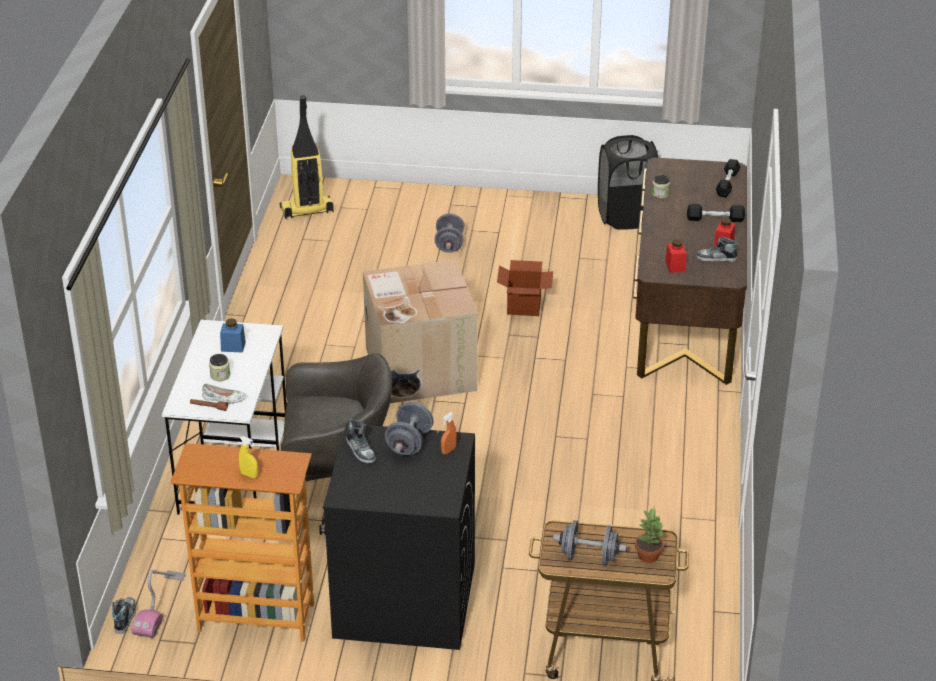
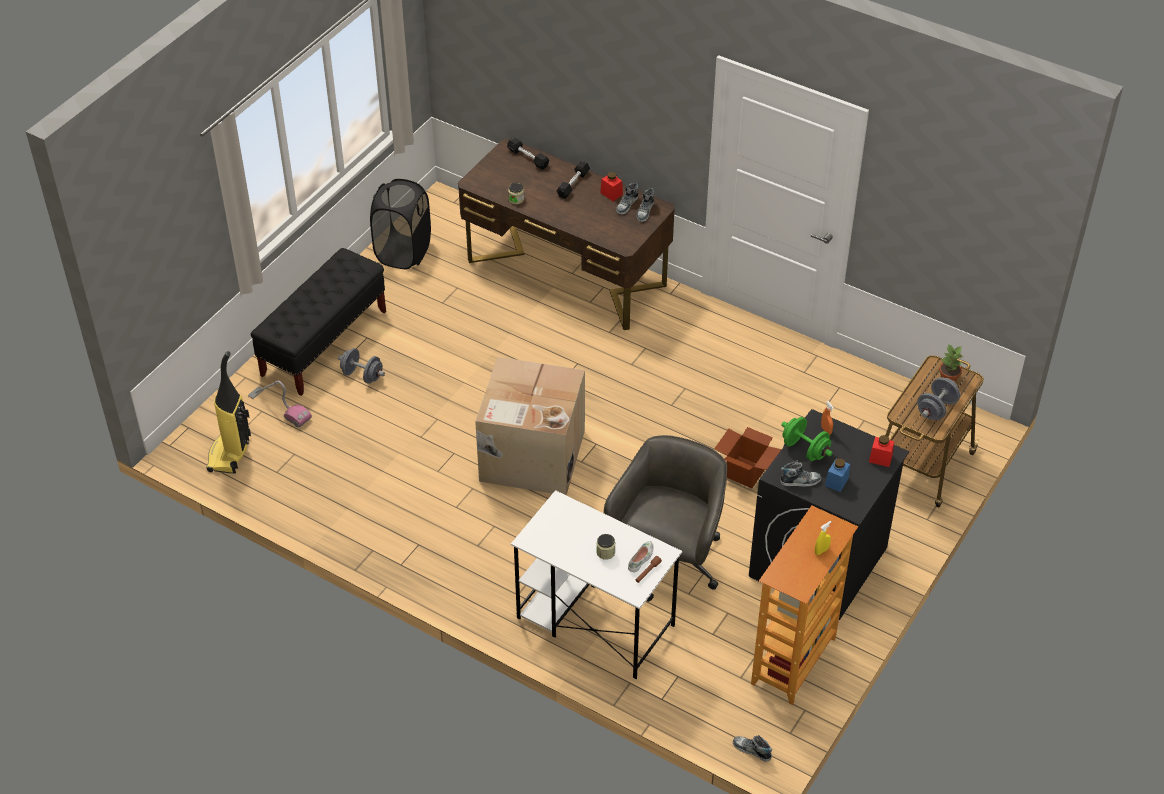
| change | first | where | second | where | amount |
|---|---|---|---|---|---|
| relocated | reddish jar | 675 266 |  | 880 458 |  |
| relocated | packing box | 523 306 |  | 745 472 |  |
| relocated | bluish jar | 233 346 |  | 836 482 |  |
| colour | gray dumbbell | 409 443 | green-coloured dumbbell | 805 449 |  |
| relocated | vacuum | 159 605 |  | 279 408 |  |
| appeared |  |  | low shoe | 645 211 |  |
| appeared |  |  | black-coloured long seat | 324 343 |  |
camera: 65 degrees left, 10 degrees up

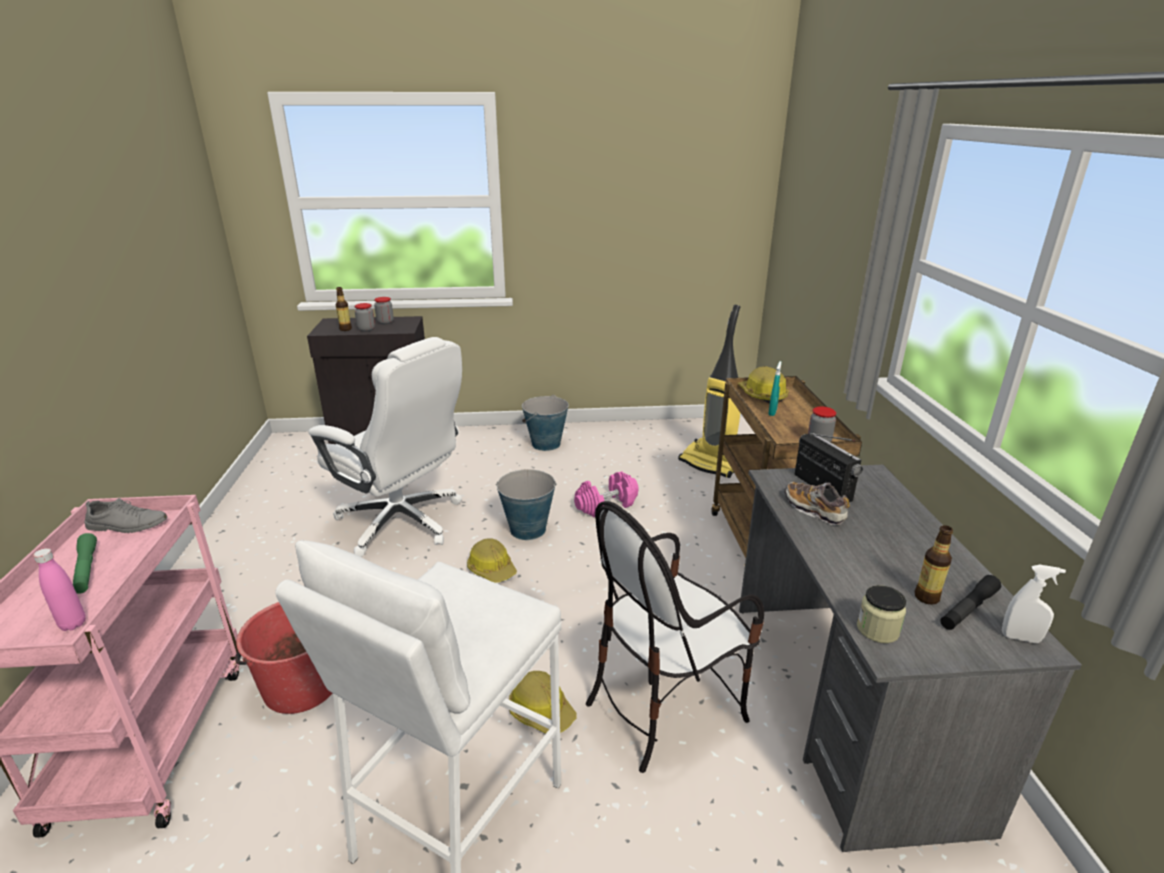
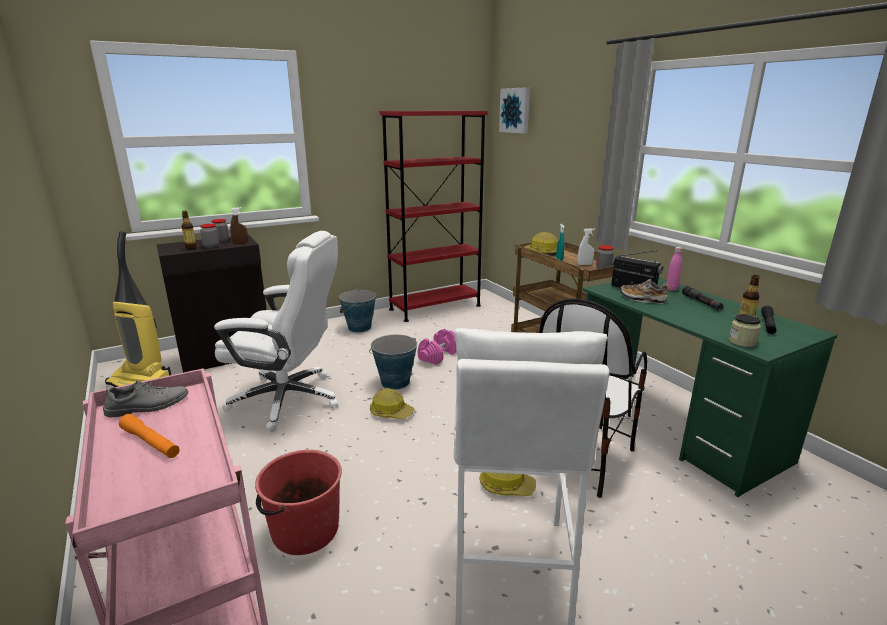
| change | first | where | second | where | amount |
|---|---|---|---|---|---|
| relocated | vacuum | 712 463 |  | 141 381 |  |
| colour | gray desk | 845 705 | green-coloured desk | 674 426 |  |
| colour | green-coloured hand torch | 86 569 | orange hand torch | 150 442 |  |
| relocated | pinkish bottle | 73 624 |  | 671 289 |  |
| relocated | white hand sprayer | 1020 638 |  | 584 264 |  |
| appeared |  |  | wall art | 515 110 |  |
| appeared |  |  | reddish bookshelf | 435 307 |  |
| appeared |  |  | brown-coloured hand sprayer | 240 243 |  |
| appeared |  |  | black-coloured hand torch | 701 303 |  |
camera: 25 degrees left, 5 degrees down

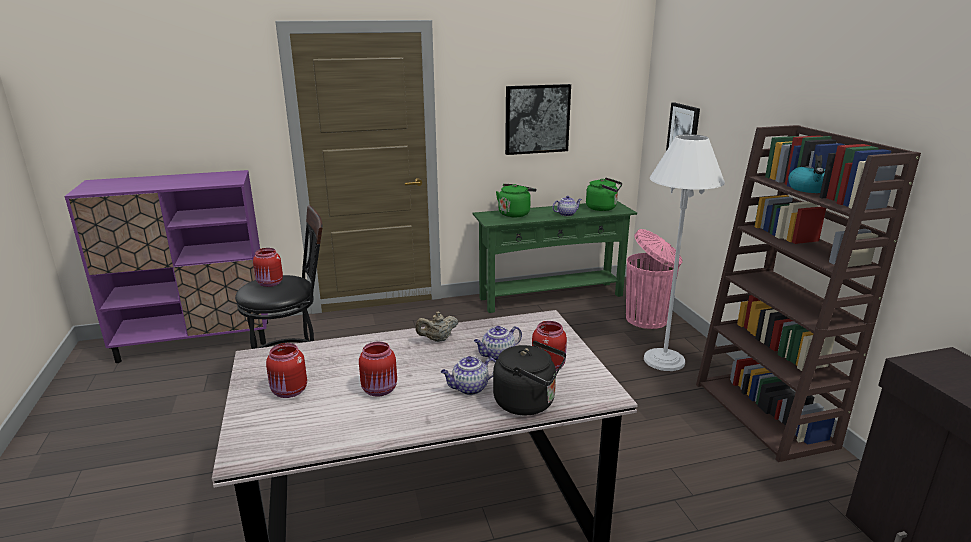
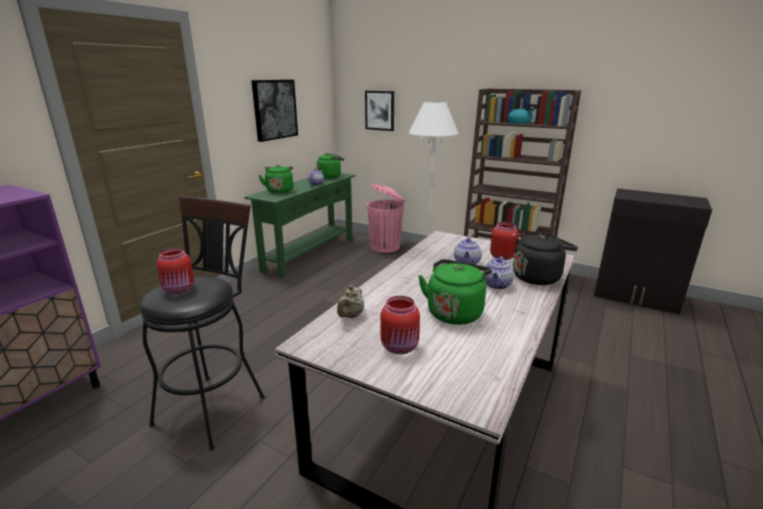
| change | first | where | second | where | amount |
|---|---|---|---|---|---|
| relocated | beige tea pot | 437 339 |  | 351 316 |  |
| exchanged | reddish jar | 380 390 | green-coloured water kettle | 455 312 |  |
camera: 45 degrees left, 0 degrees up

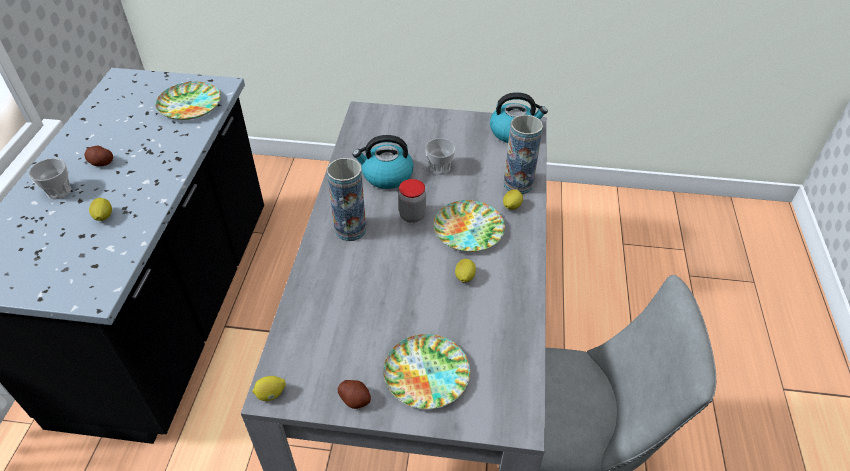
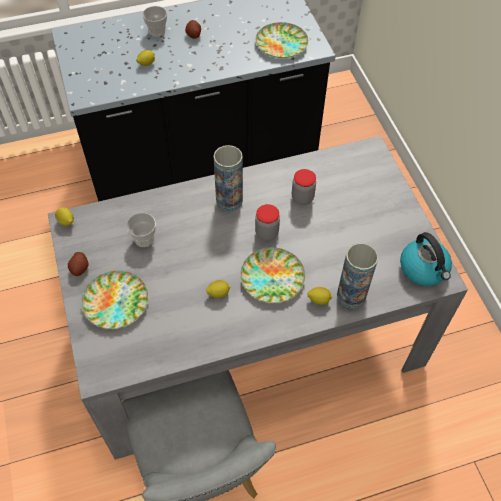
| change | first | where | second | where | amount |
|---|---|---|---|---|---|
| exchanged | water kettle | 386 175 | jar | 302 198 |  |
| relocated | cup | 440 168 |  | 144 239 |  |
camera: 65 degrees right, 10 degrees up

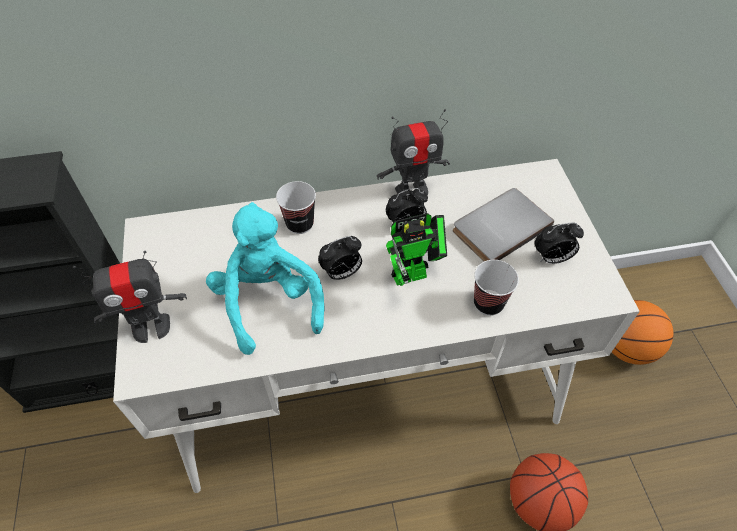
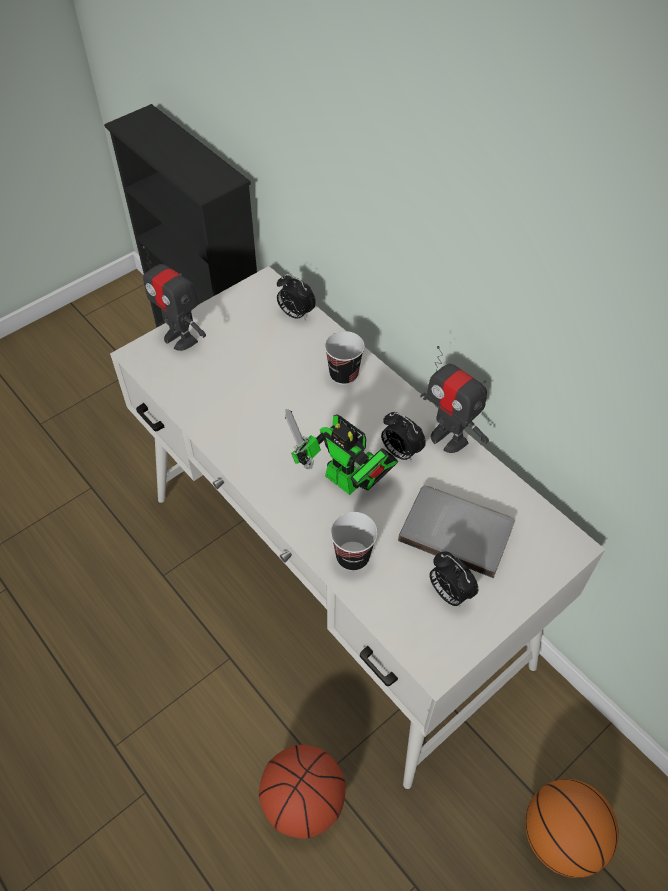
| change | first | where | second | where | amount |
|---|---|---|---|---|---|
| missing | turquoise soft toy | 269 302 |  |  |  |
| relocated | bedside clock | 341 273 |  | 295 314 |  |
camera: 60 degrees right, 0 degrees up

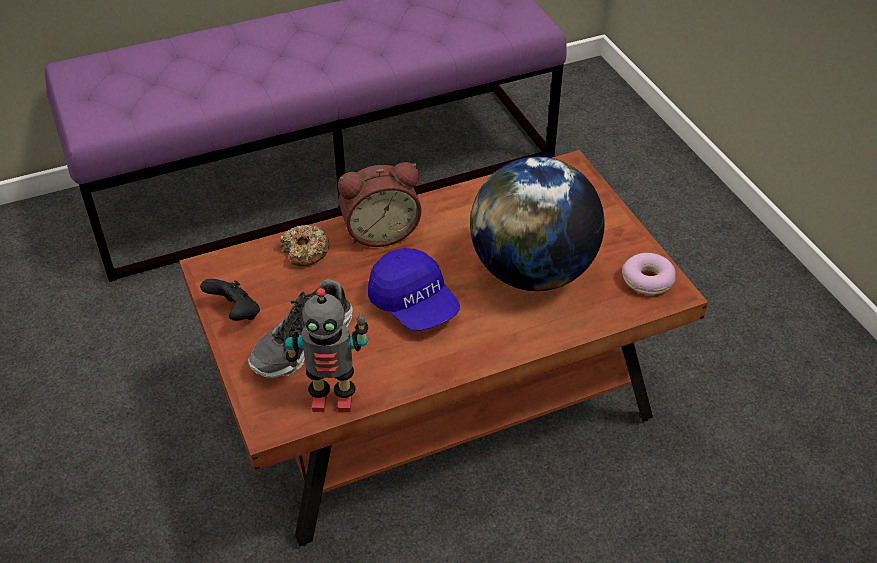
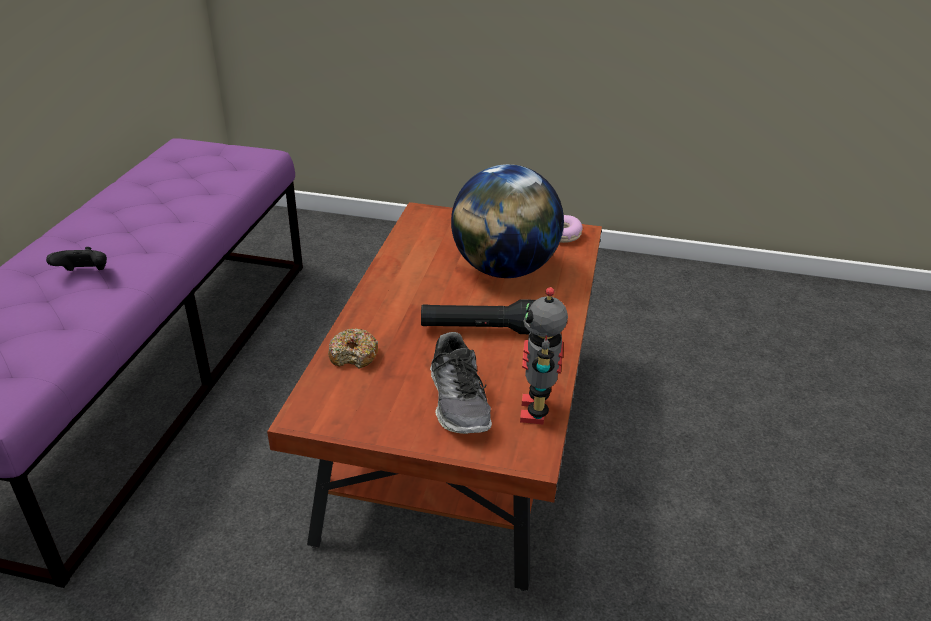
| change | first | where | second | where | amount |
|---|---|---|---|---|---|
| missing | bedside clock | 380 231 |  |  |  |
| exchanged | bluish peaked cap | 414 304 | black-coloured hand torch | 478 330 |  |
| relocated | black-coloured game controller | 235 313 |  | 84 274 |  |
| spun | model robot | 332 399 |  | 536 411 | 150 degrees clockwise |
camera: 55 degrees left, 10 degrees down

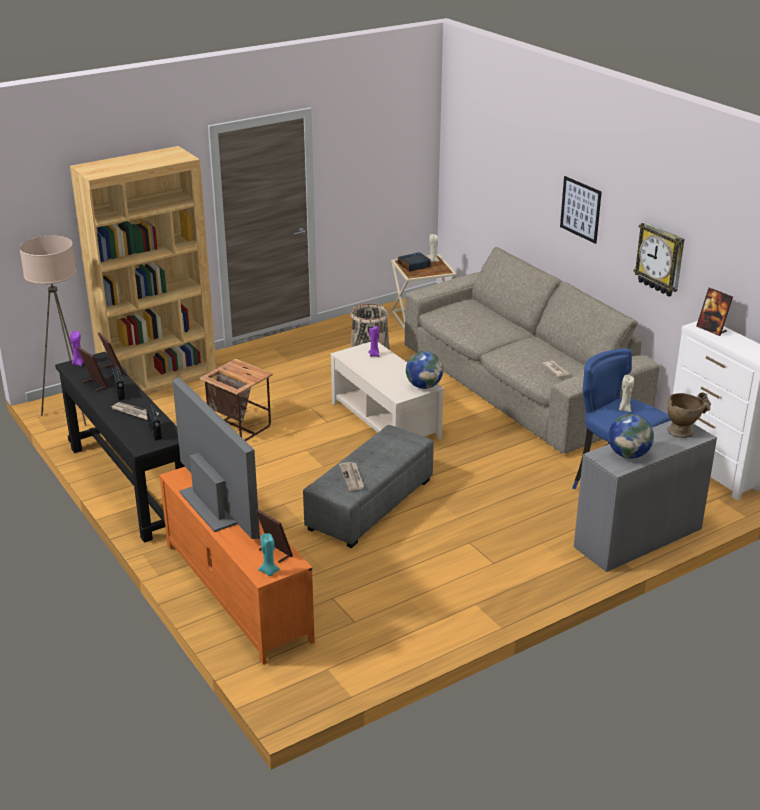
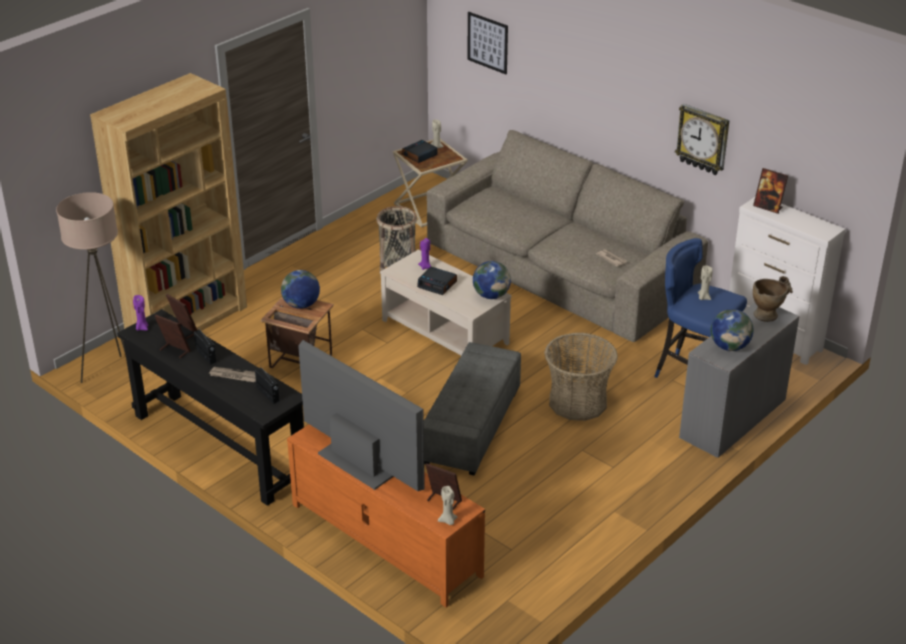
| change | first | where | second | where | amount |
|---|---|---|---|---|---|
| relocated | wall art | 580 209 |  | 487 42 |  |
| missing | newspaper | 352 477 |  |  |  |
| colour | turquoise wax candle | 269 572 | beige wax candle | 448 521 |  |
| appeared |  |  | bedside clock | 437 284 |  |
| appeared |  |  | globe | 301 305 |  |
| appeared |  |  | storage basket | 578 402 |  |
camera: 15 degrees left, 5 degrees up

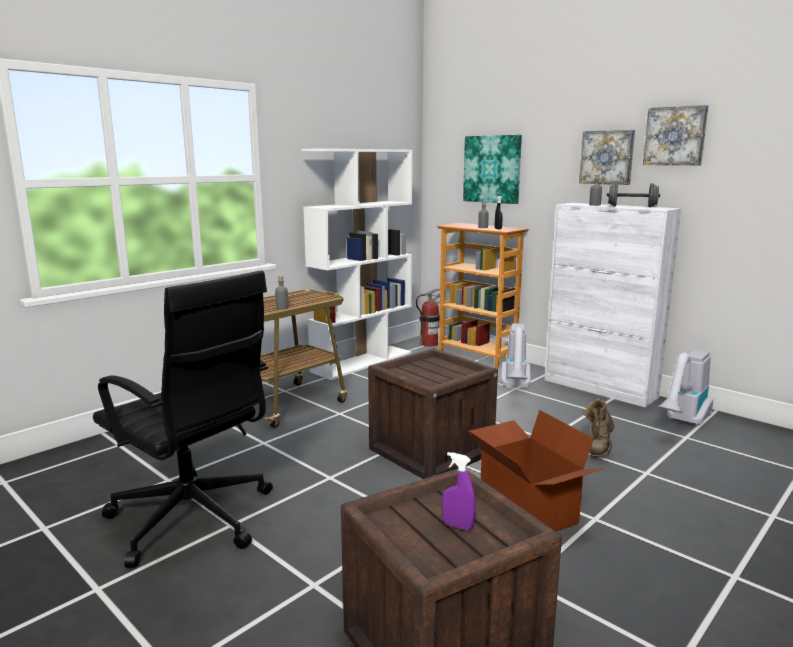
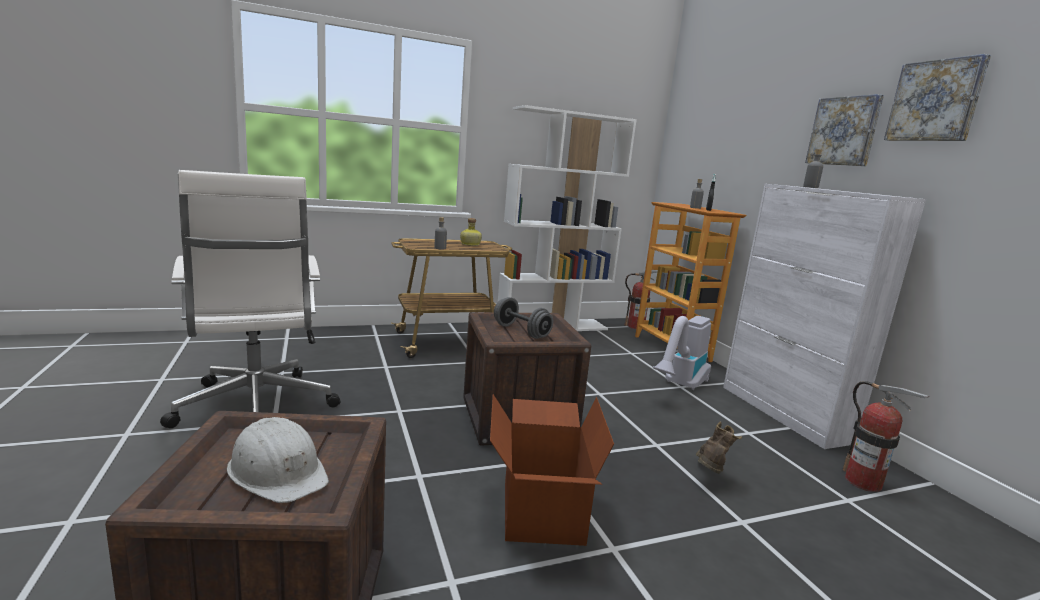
| change | first | where | second | where | amount |
|---|---|---|---|---|---|
| missing | wall art | 492 169 |  |  |  |
| relocated | gray dumbbell | 631 206 |  | 521 331 |  |
| colour | black-coloured office chair | 194 520 | white office chair | 255 408 |  |
| exchanged | vacuum | 683 422 | fire extinguisher | 863 482 |  |
| spun | brown-coloured boot | 598 448 |  | 709 474 | 150 degrees clockwise |
| exchanged | purple-coloured hand sprayer | 457 526 | white hard hat | 278 471 |  |
| appeared |  |  | bottle | 469 244 |  |
camera: 25 degrees right, 0 degrees up

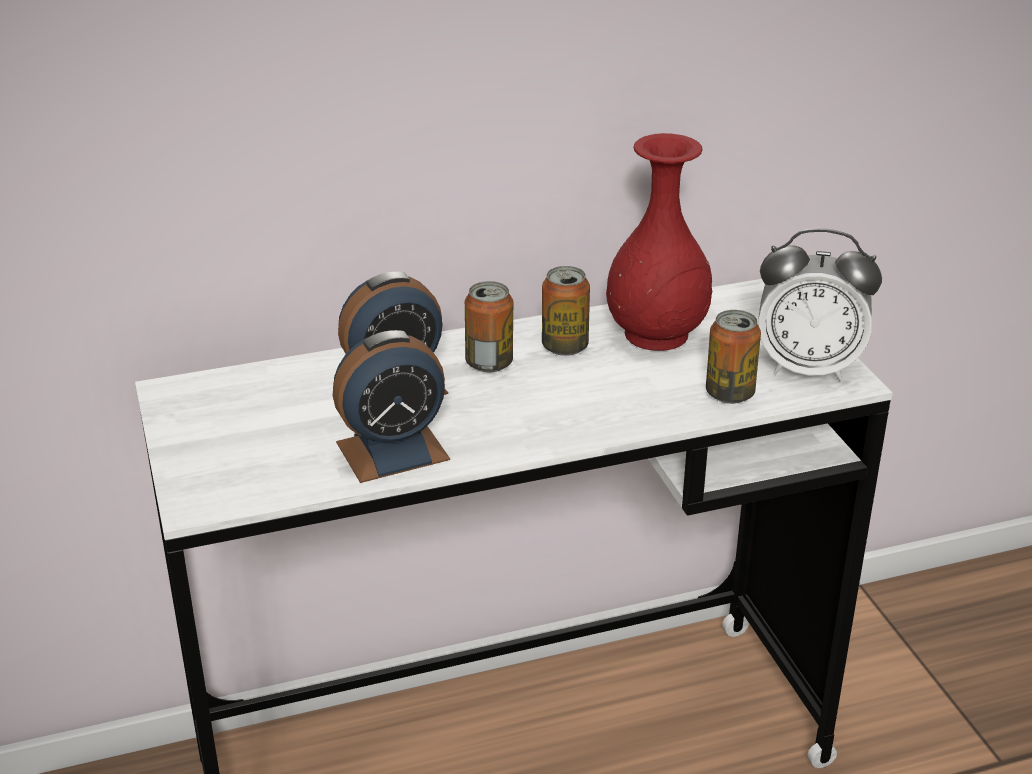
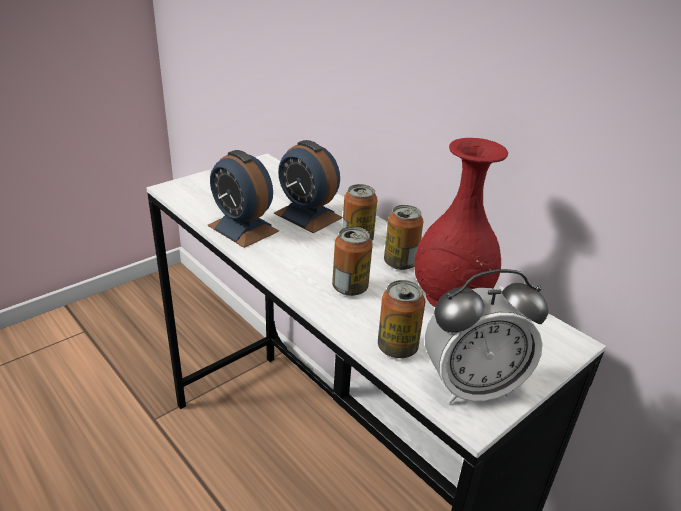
| change | first | where | second | where | amount |
|---|---|---|---|---|---|
| spun | bedside clock | 808 368 |  | 472 387 | 90 degrees counterclockwise |
| appeared |  |  | can | 350 288 |  |
camera: 65 degrees right, 0 degrees up

